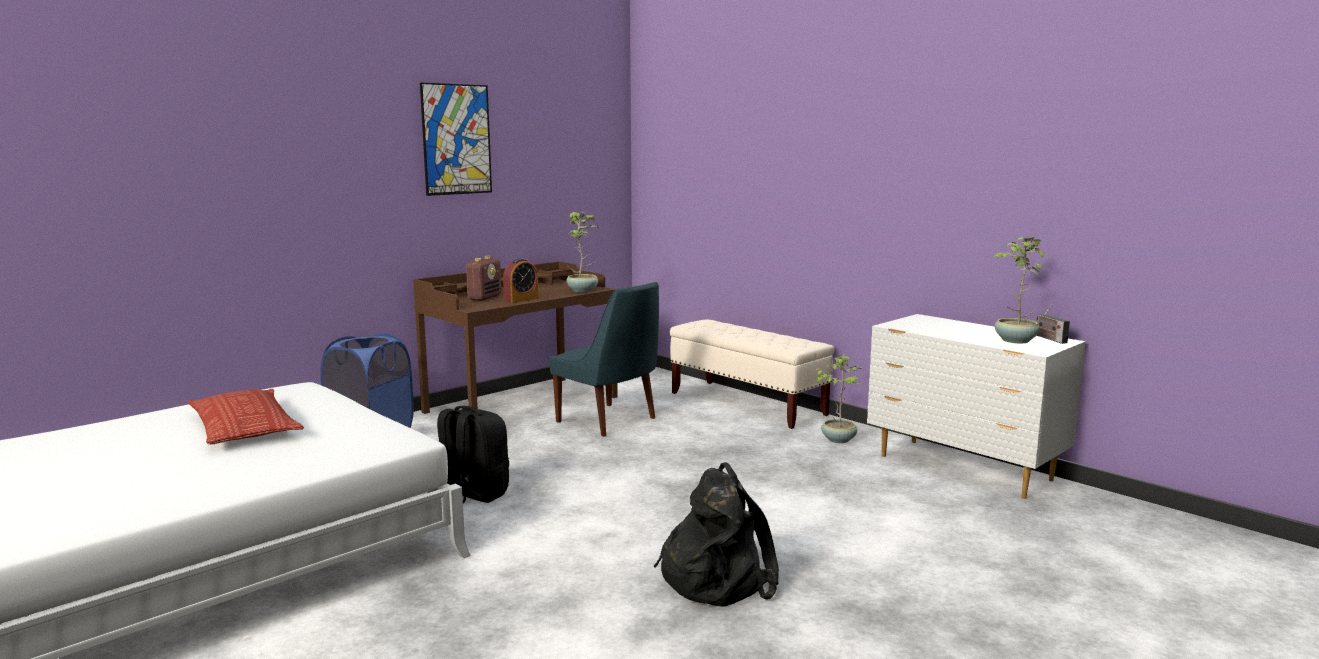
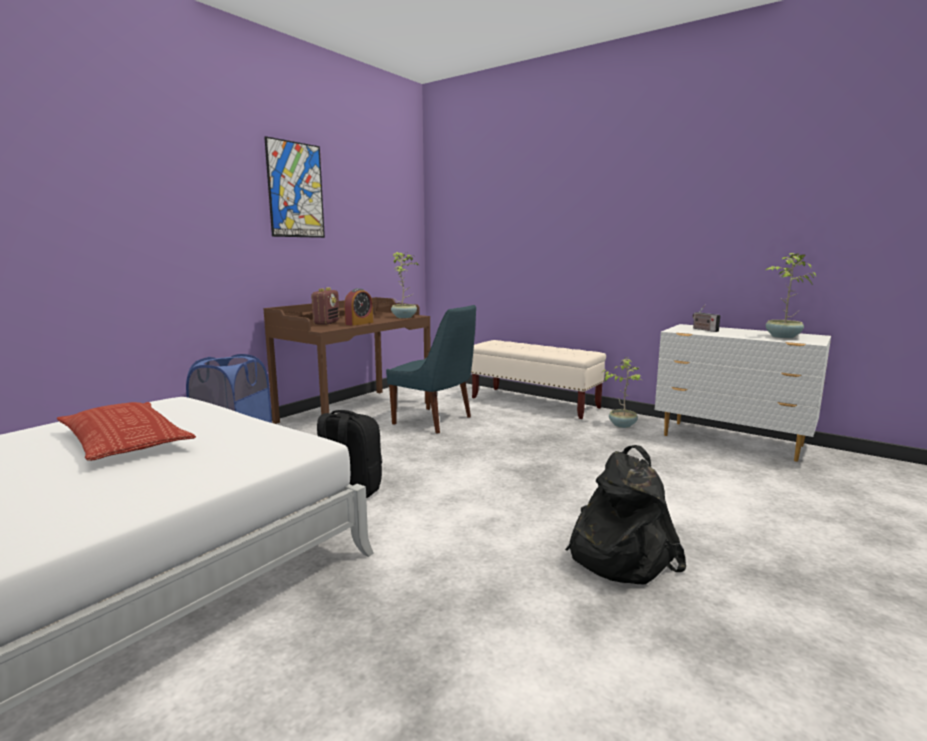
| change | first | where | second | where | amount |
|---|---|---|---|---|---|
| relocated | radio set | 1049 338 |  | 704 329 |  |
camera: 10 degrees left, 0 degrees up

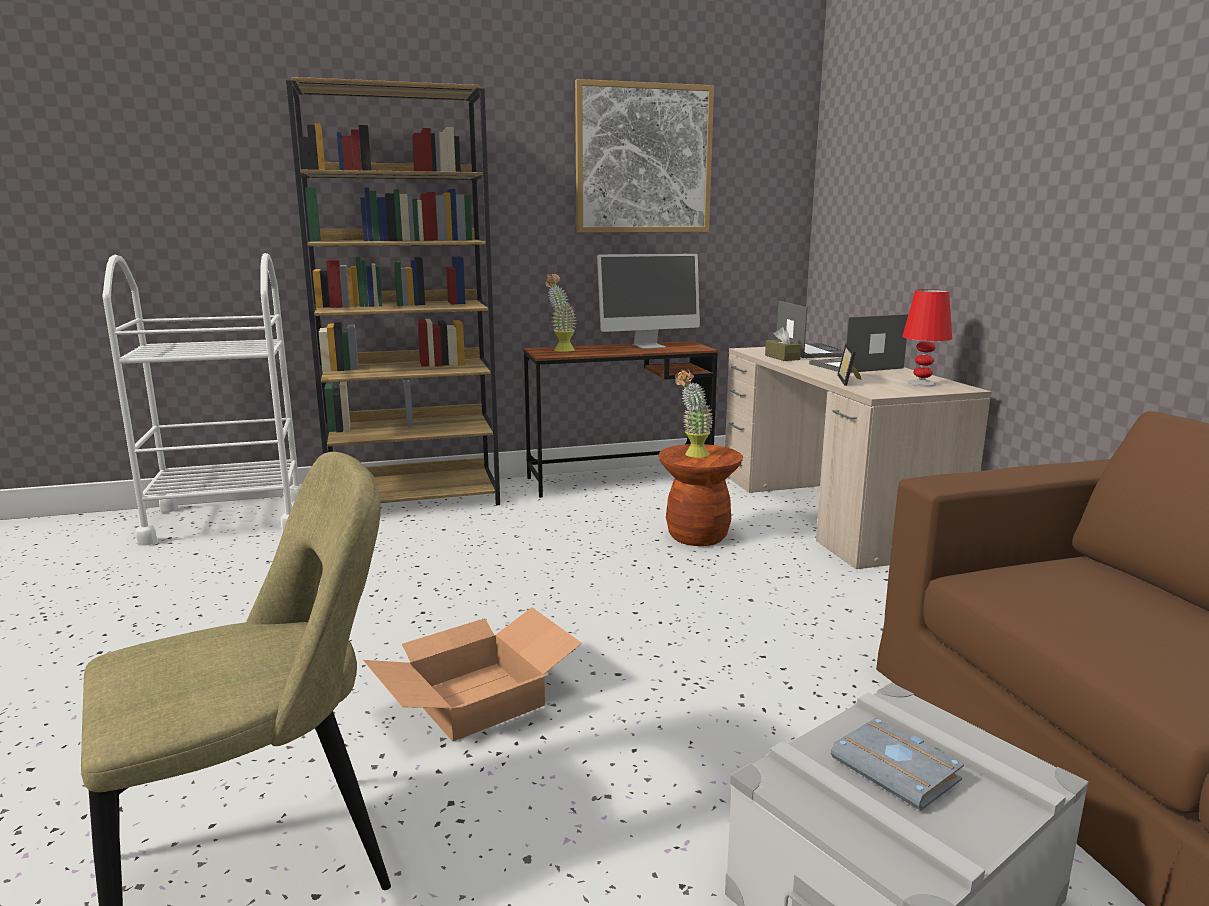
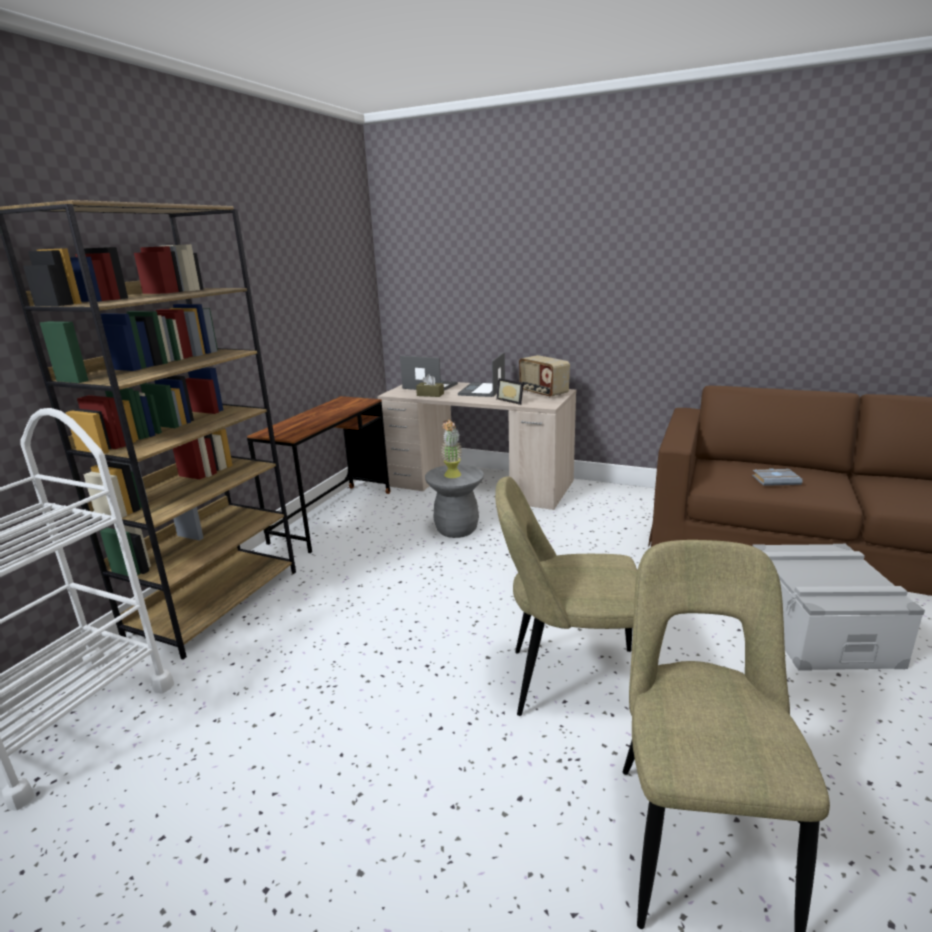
| change | first | where | second | where | amount |
|---|---|---|---|---|---|
| missing | wall art | 643 159 |  |  |  |
| missing | computer display | 649 346 |  |  |  |
| missing | houseplant | 560 349 |  |  |  |
| exchanged | reddish tabletop lamp | 922 384 | radio set | 543 393 |  |
| colour | brown-coloured stool seat | 697 536 | gray stool seat | 456 529 |  |
| exchanged | packing box | 477 698 | beige plain chair | 569 682 |  |
| relocated | gray bound book | 899 770 |  | 776 480 |  |
camera: 50 degrees left, 5 degrees up

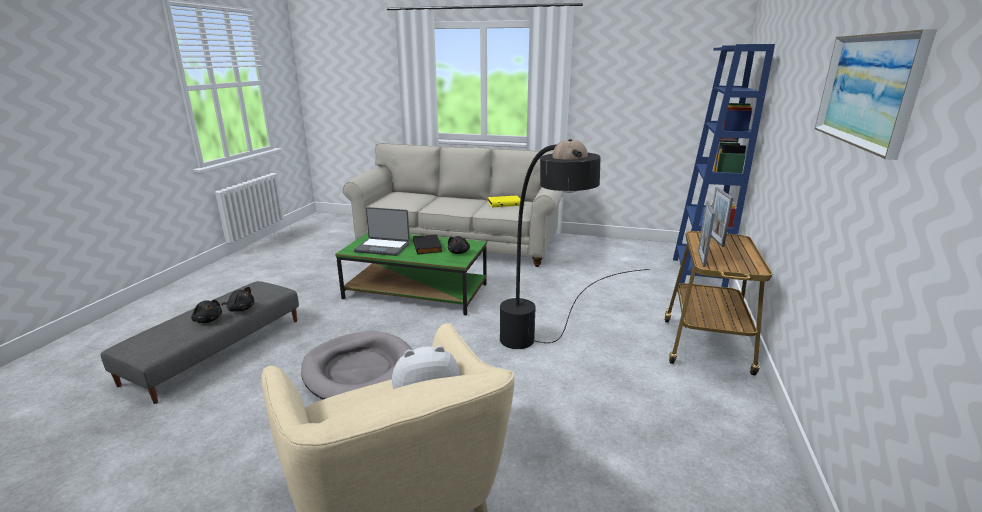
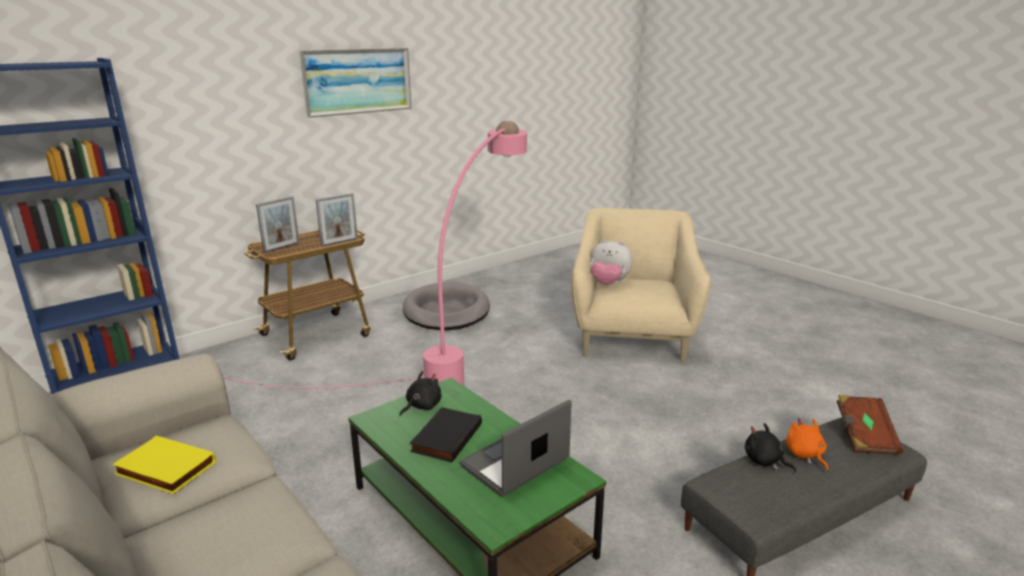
| change | first | where | second | where | amount |
|---|---|---|---|---|---|
| colour | black-coloured standard lamp | 548 361 | pinkish standard lamp | 448 367 |  |
| spun | laptop | 383 247 |  | 516 464 | 90 degrees counterclockwise |
| colour | black-coloured soft toy | 208 320 | orange soft toy | 805 455 |  |
| relocated | gray dog cushion | 360 370 |  | 446 311 |  |
| appeared |  |  | brown-coloured bound book | 863 436 |  |
camera: 145 degrees left, 0 degrees up

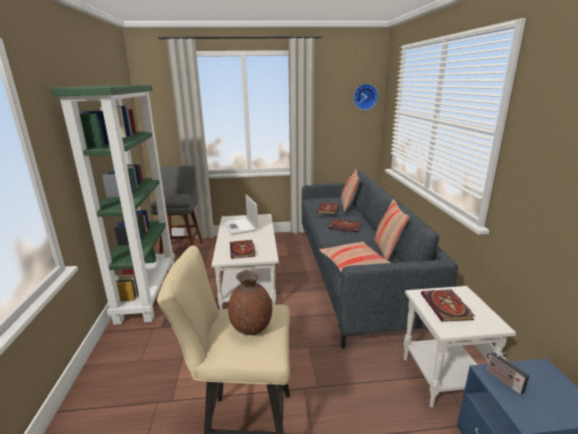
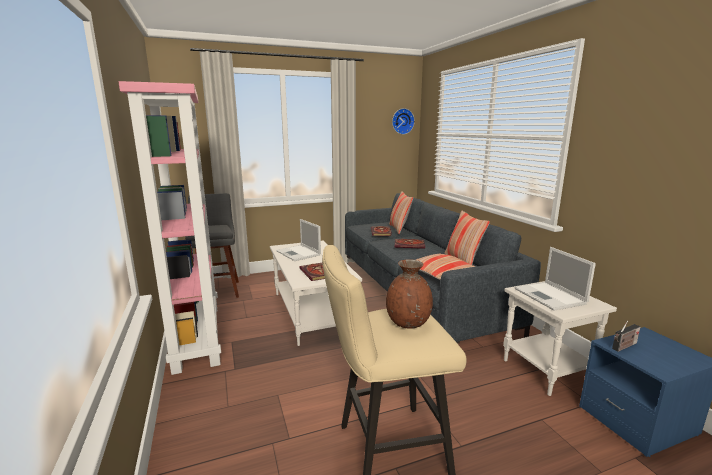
| change | first | where | second | where | amount |
|---|---|---|---|---|---|
| colour | green-coloured bookshelf | 147 291 | pinkish bookshelf | 196 336 |  |
| exchanged | bound book | 447 307 | laptop | 550 296 |  |
| spun | radio set | 502 379 |  | 624 346 | 75 degrees counterclockwise |
camera: 15 degrees left, 5 degrees down

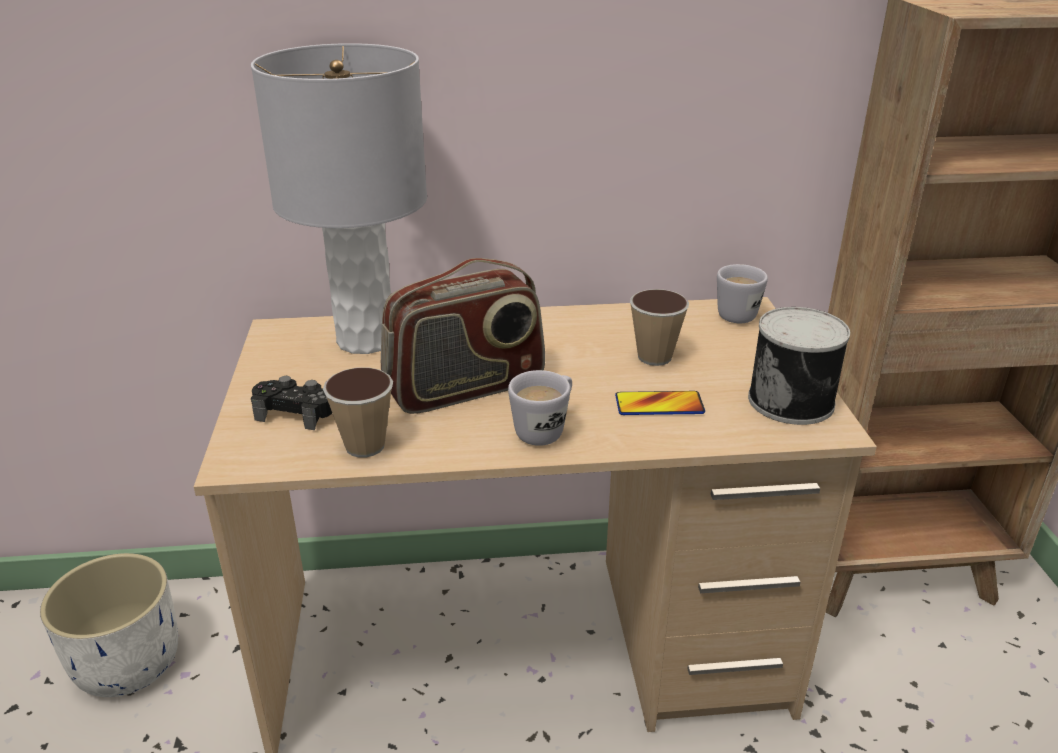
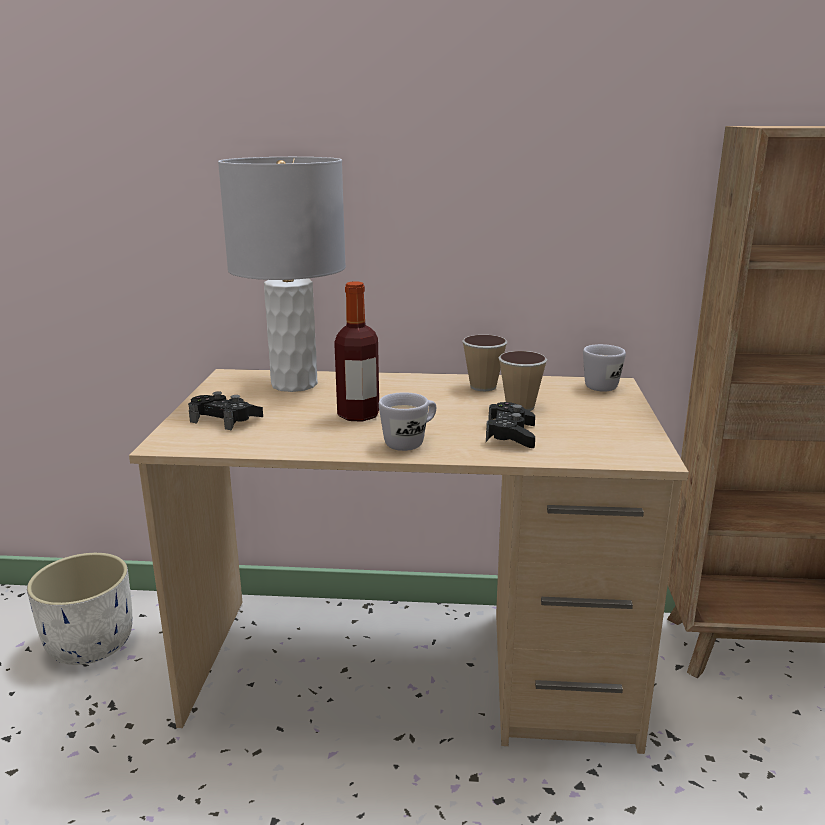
| change | first | where | second | where | amount |
|---|---|---|---|---|---|
| exchanged | radio set | 465 388 | bottle | 358 415 |  |
| missing | can | 793 400 |  |  |  |
| relocated | cup | 365 446 |  | 483 387 |  |
| exchanged | phone | 659 405 | black-coloured game controller | 510 434 |  |
camera: 10 degrees right, 10 degrees down

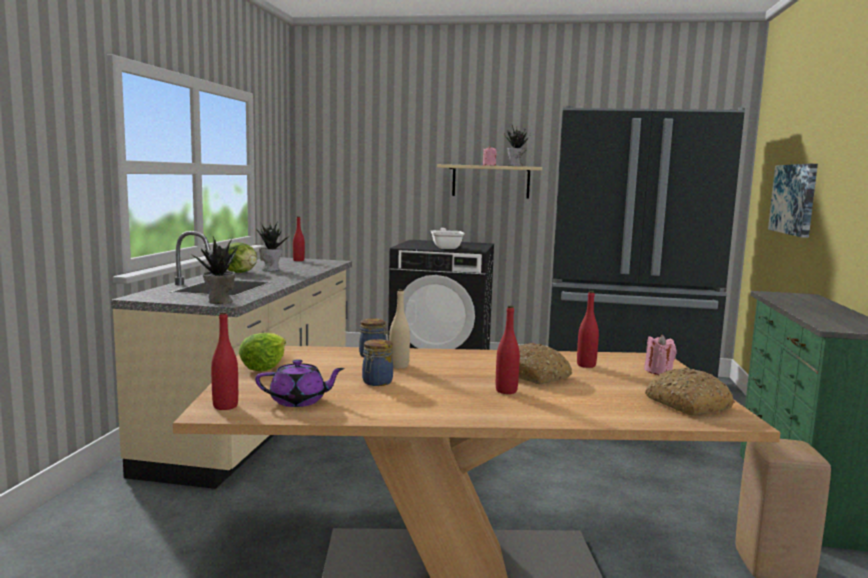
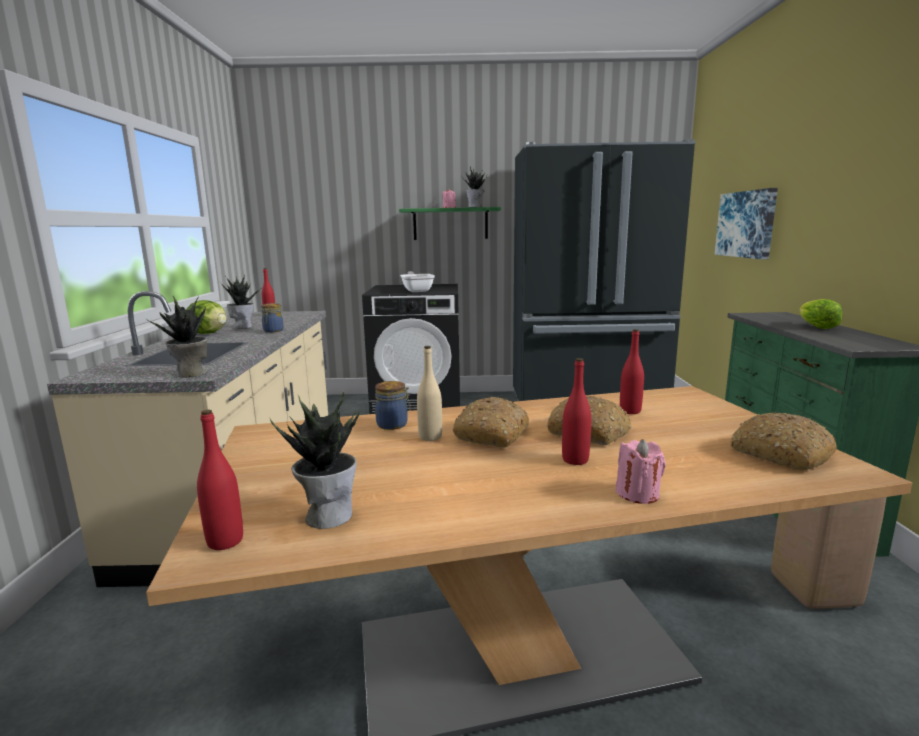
| change | first | where | second | where | amount |
|---|---|---|---|---|---|
| colour | beige wall shelf | 490 181 | green-coloured wall shelf | 450 224 |  |
| relocated | head of lettuce | 264 366 |  | 815 326 |  |
| relocated | pinkish wax candle | 658 371 |  | 638 494 |  |
| relocated | jar | 376 382 |  | 272 331 |  |
| exchanged | purple-coloured tea pot | 299 401 | houseplant | 329 515 |  |
| appeared |  |  | bakery bread | 491 434 |  |
camera: 10 degrees left, 5 degrees up

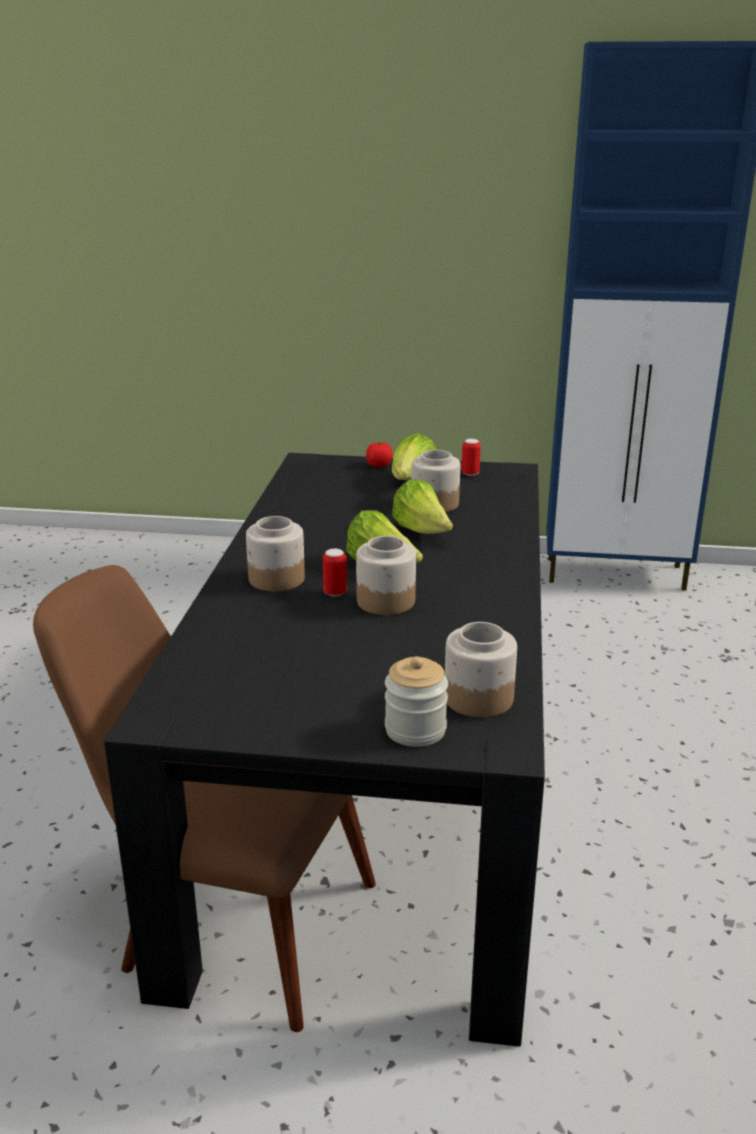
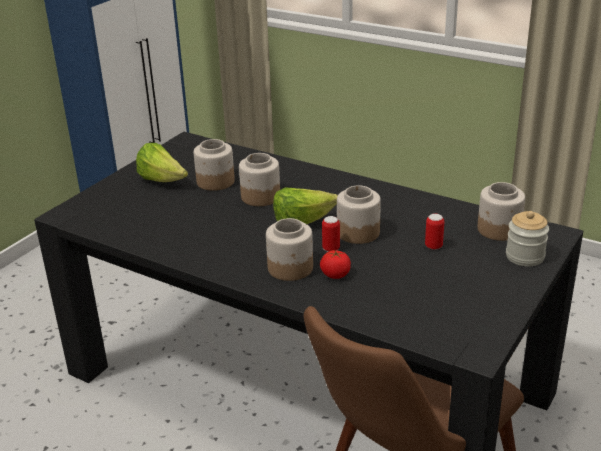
| change | first | where | second | where | amount |
|---|---|---|---|---|---|
| relocated | can | 470 473 |  | 433 246 |  |
| relocated | tomato | 379 465 |  | 335 275 |  |
| exchanged | head of lettuce | 422 532 | jar | 260 196 |  |
camera: 65 degrees left, 5 degrees up

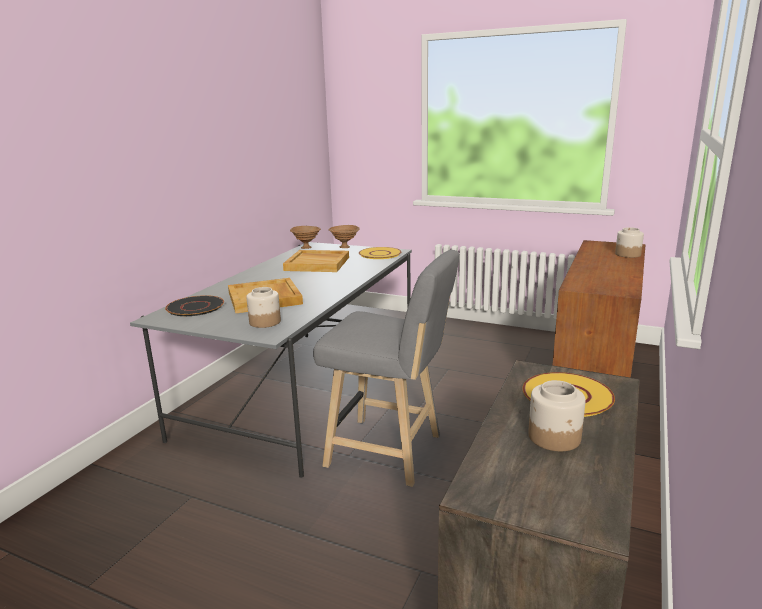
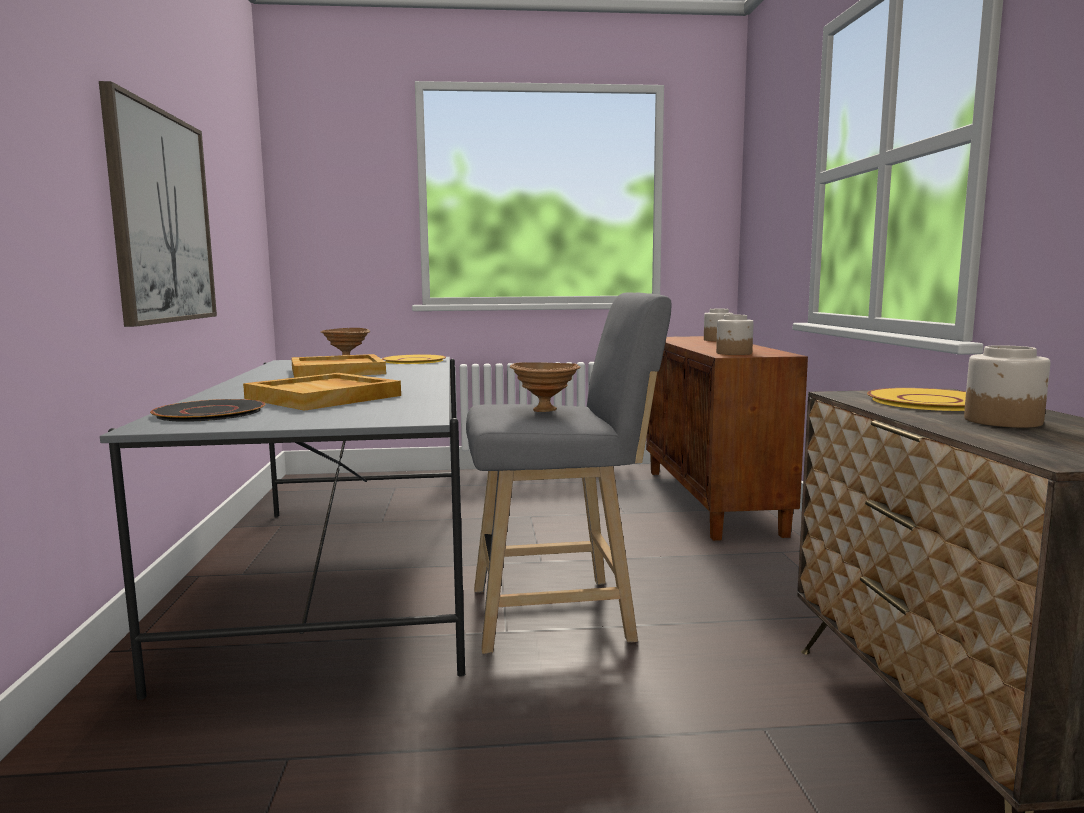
| change | first | where | second | where | amount |
|---|---|---|---|---|---|
| relocated | brown-coloured bowl | 306 247 |  | 544 410 |  |
| relocated | jar | 264 322 |  | 734 353 |  |
| appeared |  |  | wall art | 162 217 |  |
camera: 30 degrees left, 10 degrees down

